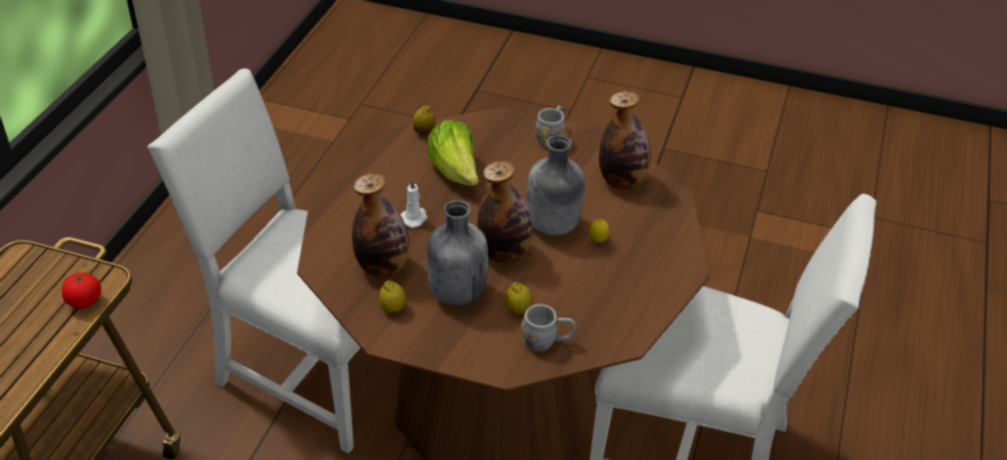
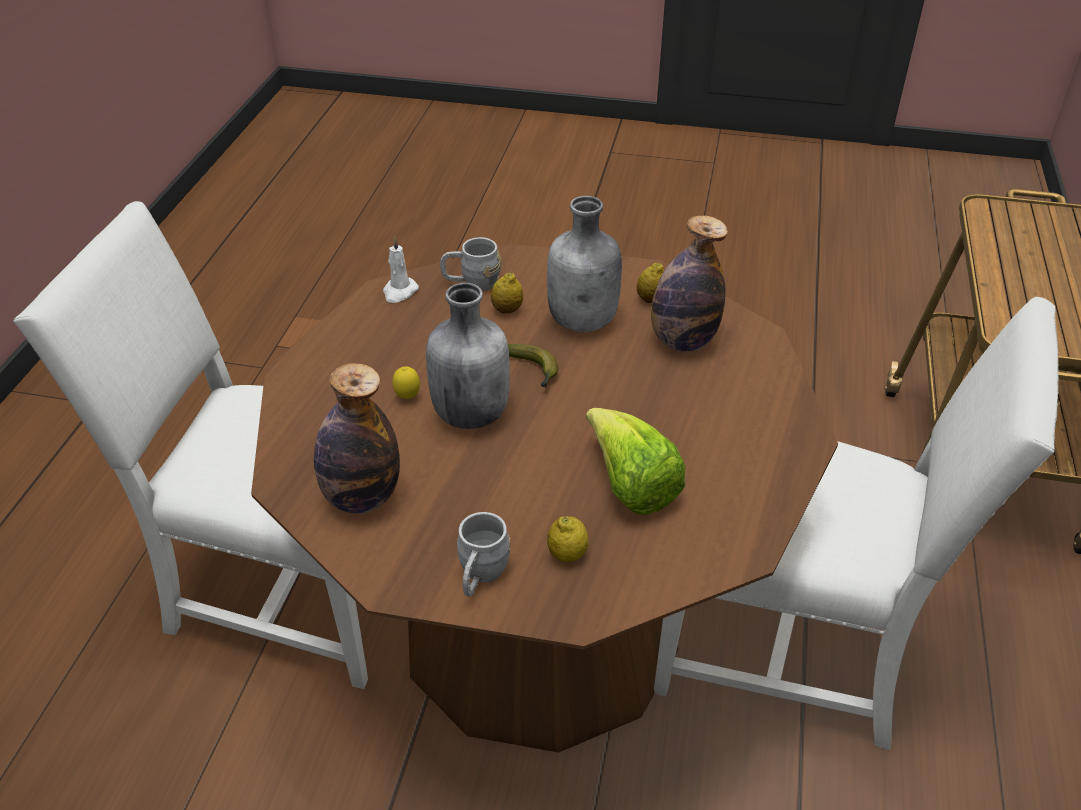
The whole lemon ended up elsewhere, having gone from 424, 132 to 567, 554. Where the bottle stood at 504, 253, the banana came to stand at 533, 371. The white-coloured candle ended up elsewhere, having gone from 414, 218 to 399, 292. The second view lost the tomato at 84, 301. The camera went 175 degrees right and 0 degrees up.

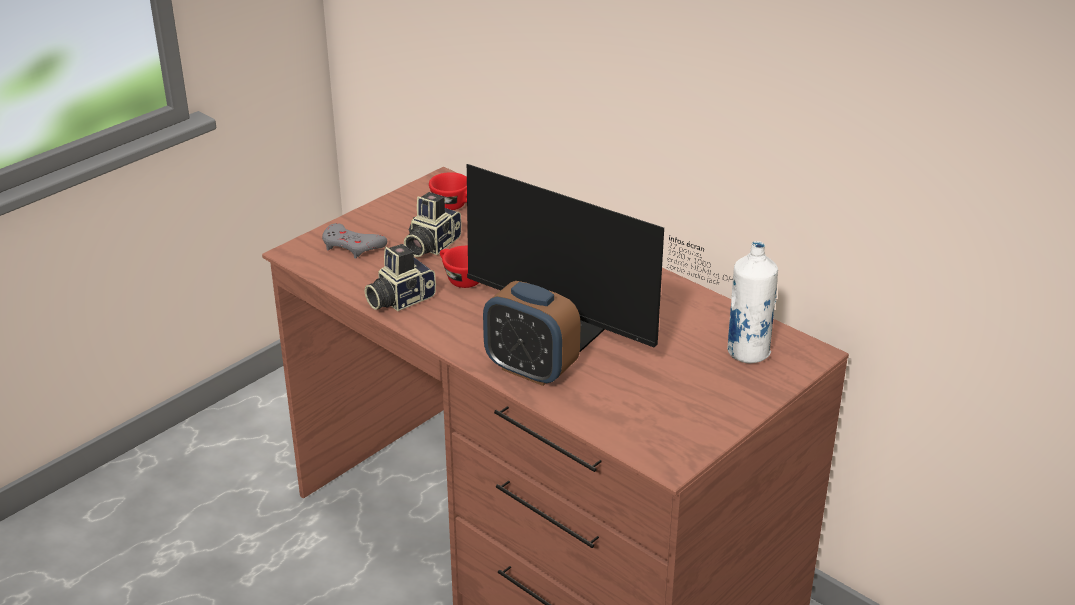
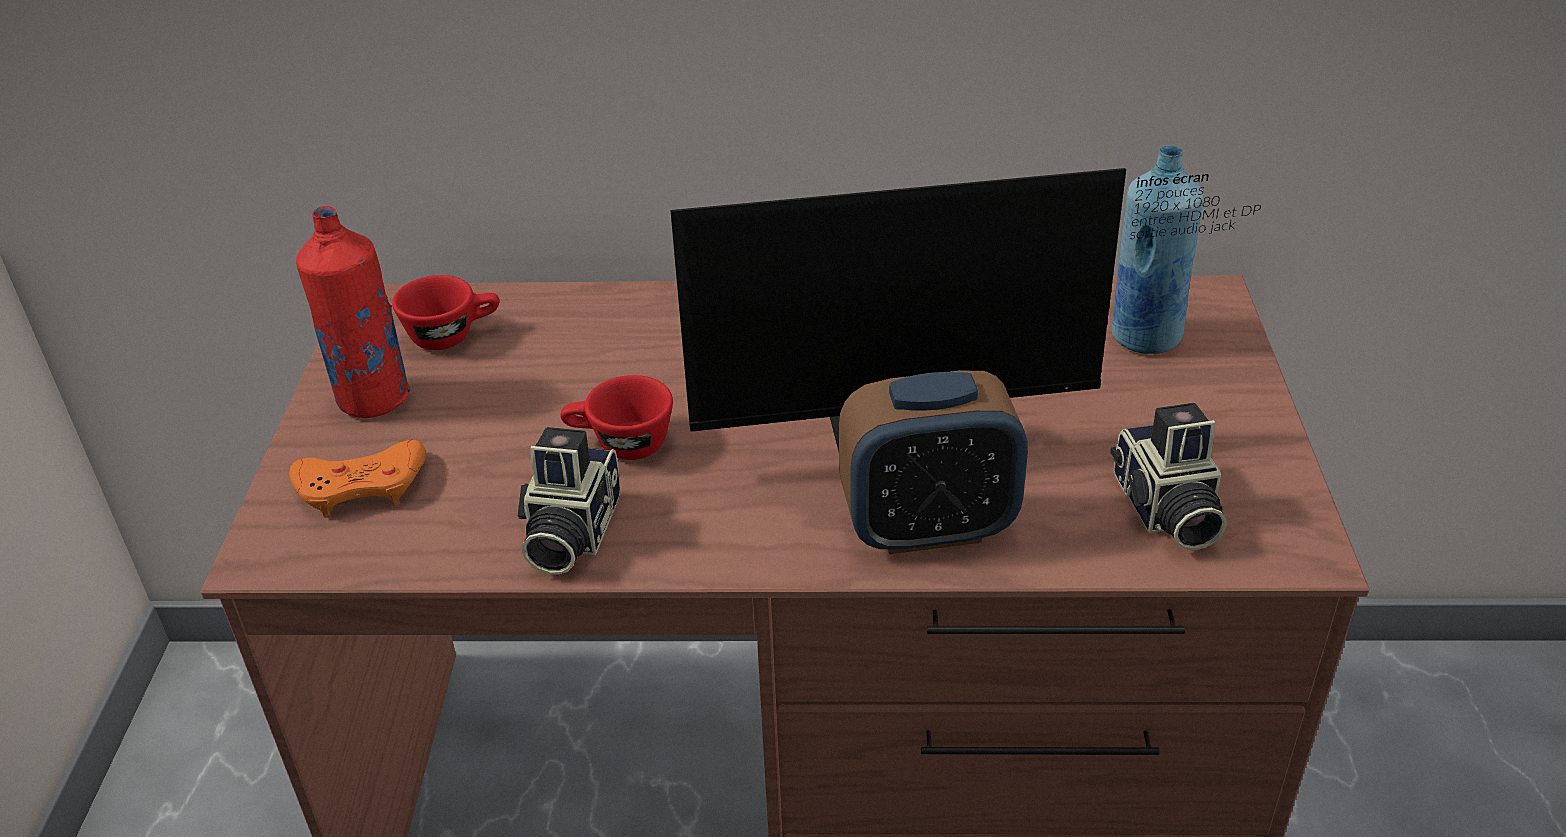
The photo camera ended up elsewhere, having gone from 430, 245 to 1164, 511. What was the grey game controller at 352, 246 turned into the orangey game controller at 362, 486. What was the white-coloured bottle at 747, 352 turned into the bluish bottle at 1144, 337. The second view gained the red-coloured bottle at 373, 398. The camera went 40 degrees left and 5 degrees up.

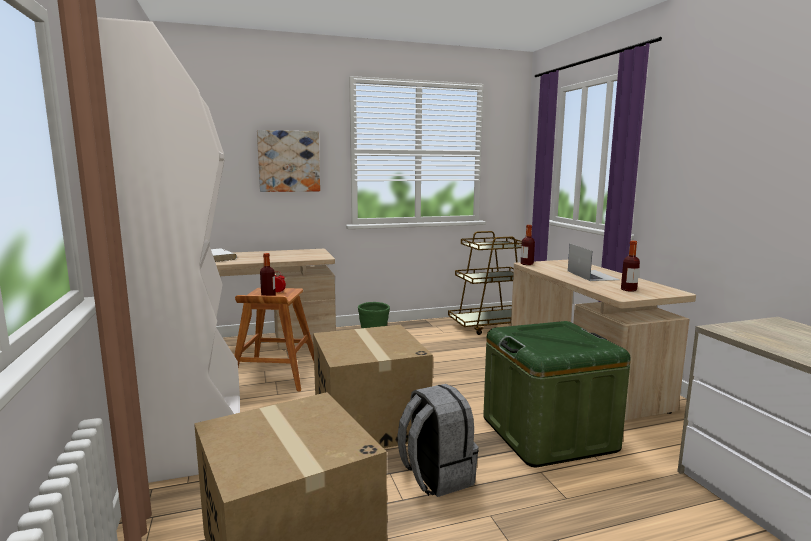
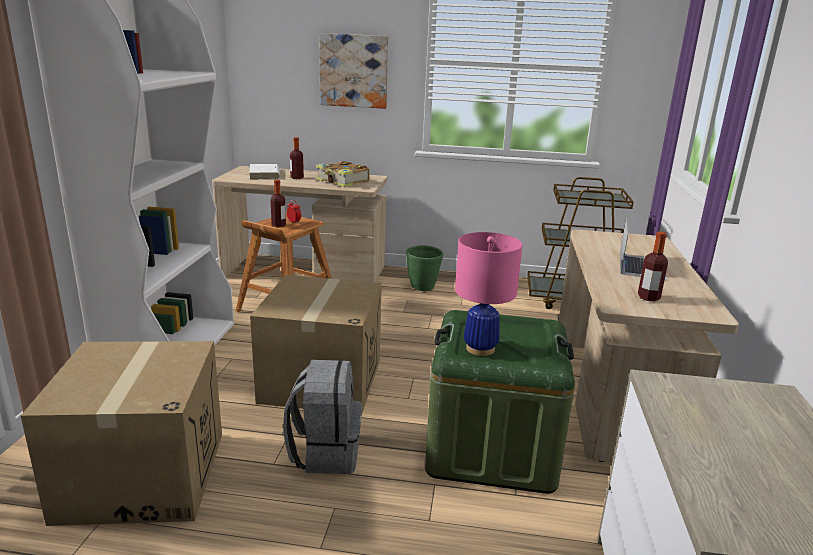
The bottle ended up elsewhere, having gone from 527, 264 to 297, 178. The second view gained the volume at 342, 181. The second view gained the pink-coloured tabletop lamp at 480, 349. The camera went 25 degrees right and 10 degrees up.

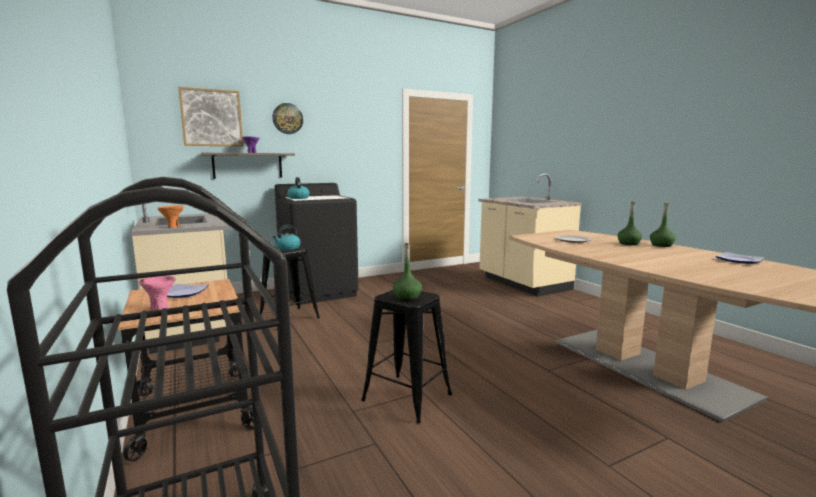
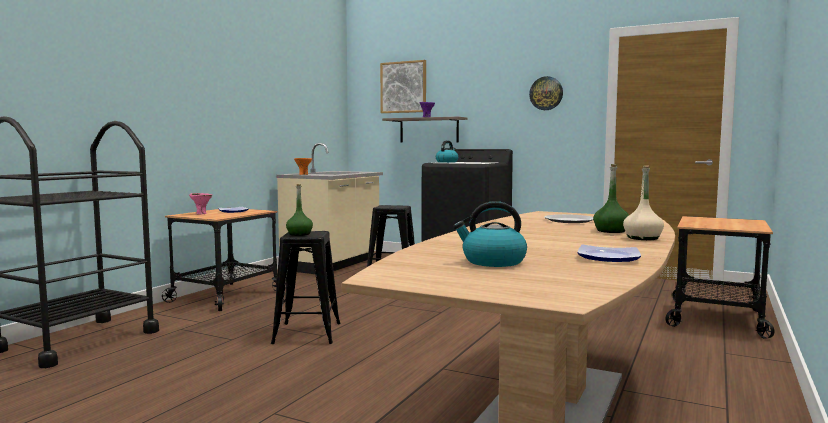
The clock on the wall ended up elsewhere, having gone from 287, 118 to 546, 93. Where the sand-coloured kitchen base unit stood at 523, 283, the wheeled cart came to stand at 718, 318. What was the greenish bottle at 661, 245 turned into the sand-coloured bottle at 642, 238. The kettle ended up elsewhere, having gone from 287, 248 to 492, 262. The camera went 55 degrees right and 5 degrees down.

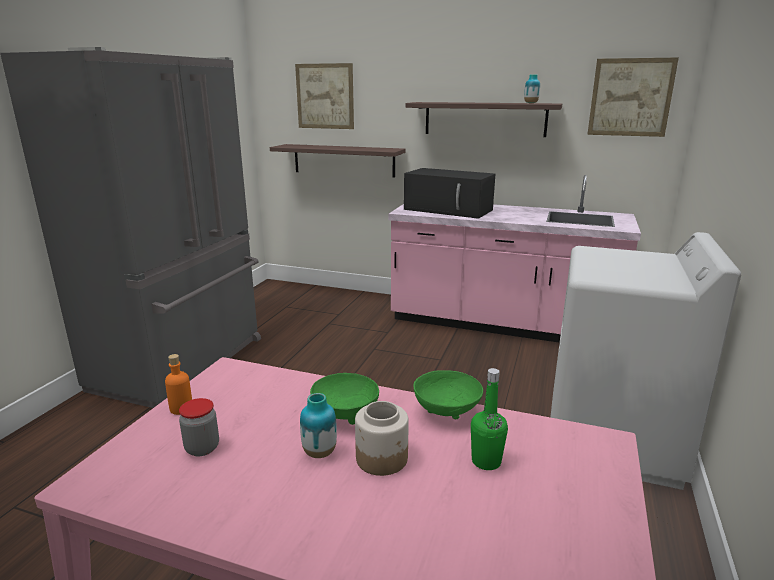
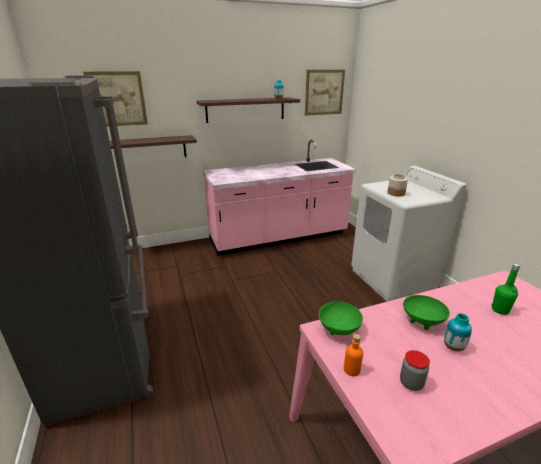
The second view lost the black-coloured kitchen microwave at 449, 210. The greenish serving bowl ended up elsewhere, having gone from 445, 412 to 338, 330. The jar ended up elsewhere, having gone from 382, 458 to 396, 193. The camera went 40 degrees left and 5 degrees up.

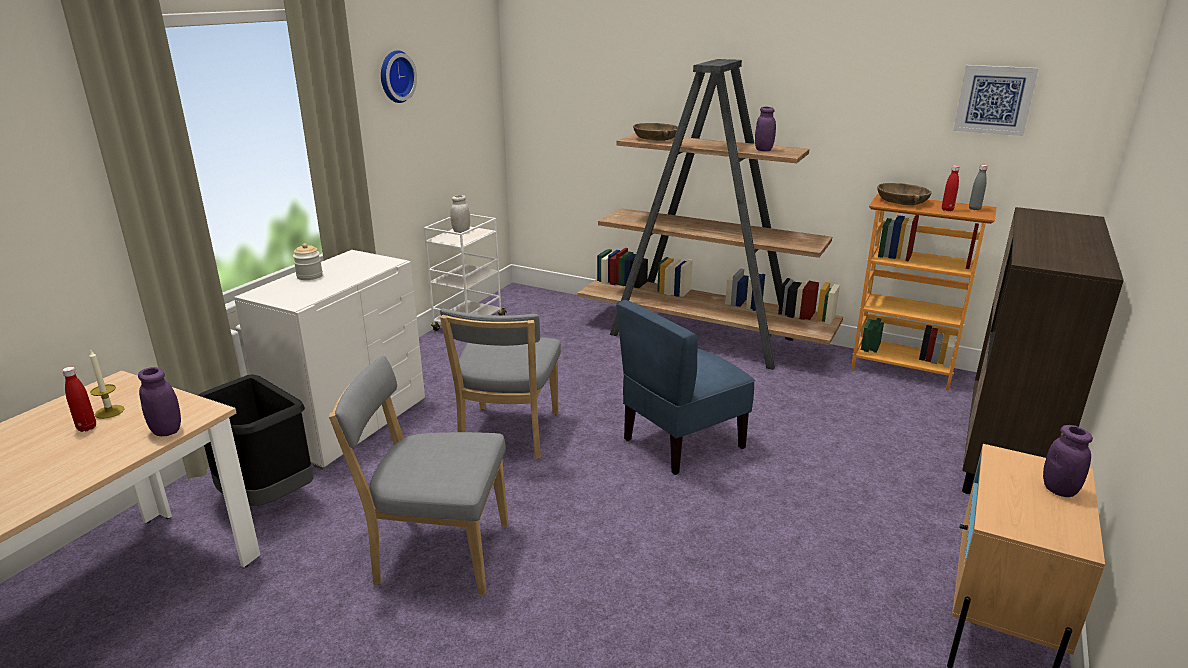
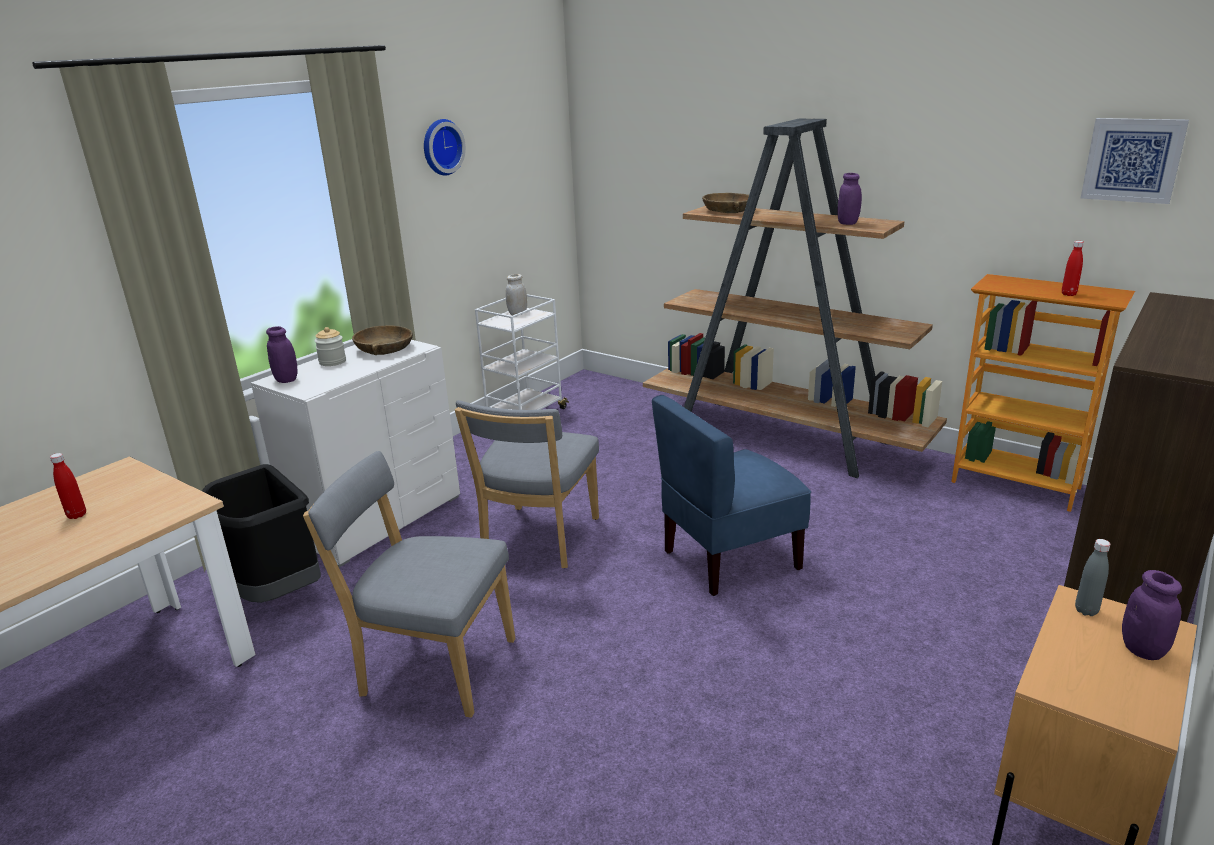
The grey bottle ended up elsewhere, having gone from 974, 209 to 1086, 610. The brown-coloured serving bowl ended up elsewhere, having gone from 902, 201 to 384, 349. The second view lost the candle at 109, 411. The purplish jar ended up elsewhere, having gone from 166, 430 to 286, 379. The camera went 10 degrees right and 0 degrees up.

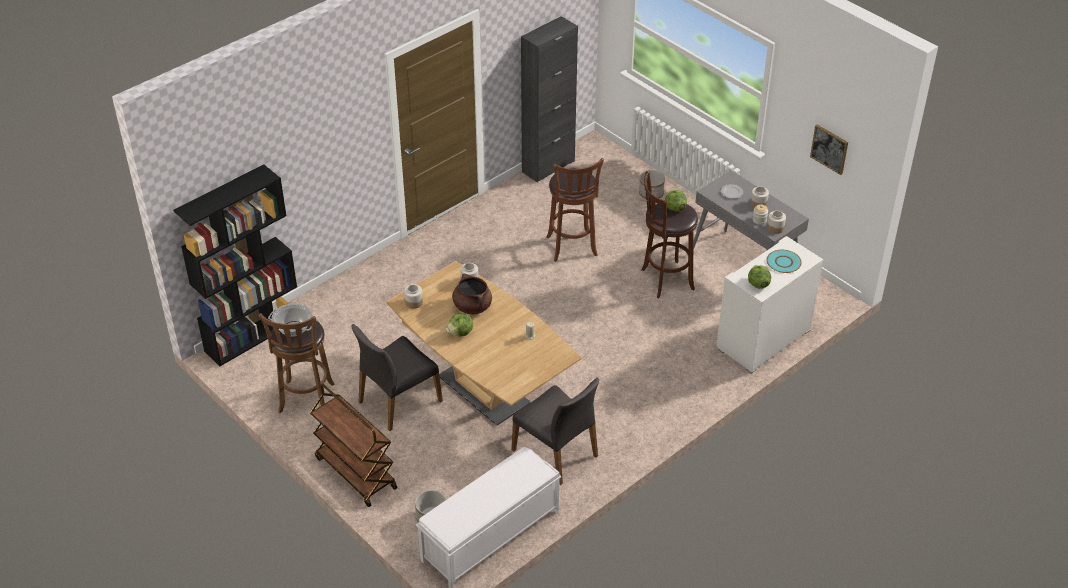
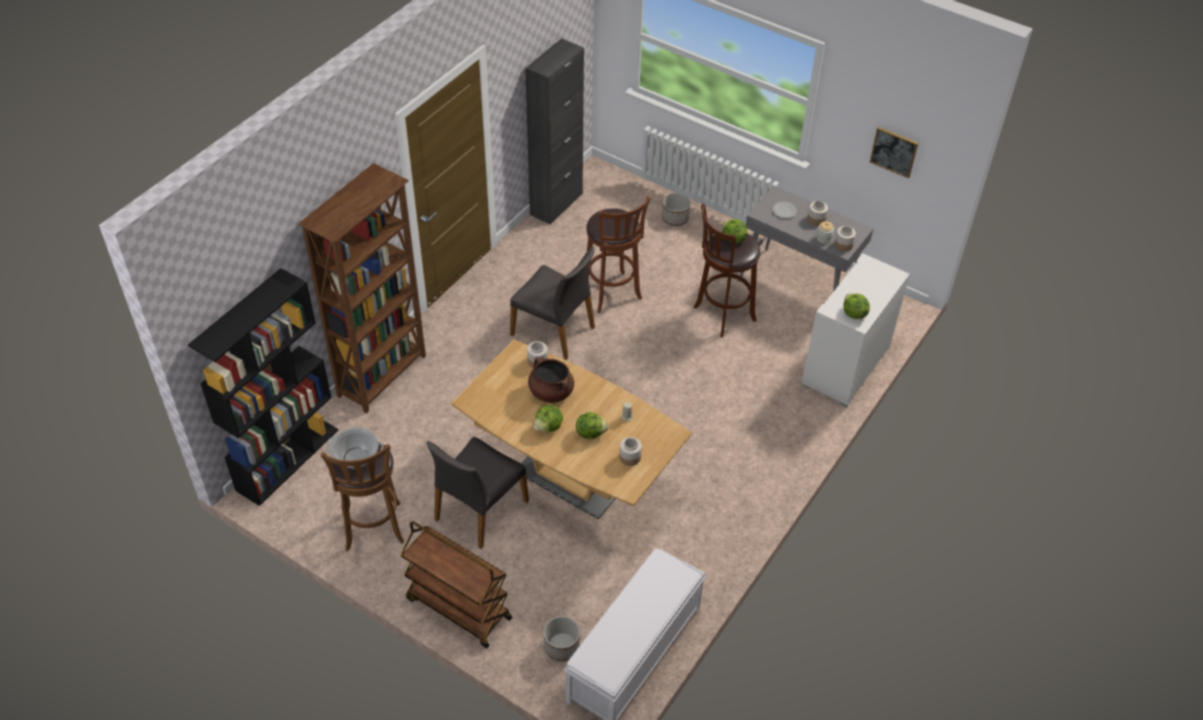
The second view lost the turquoise dinner plate at 783, 262. The jar ended up elsewhere, having gone from 413, 302 to 629, 457. The grey chair ended up elsewhere, having gone from 556, 452 to 554, 330. The second view gained the brown-coloured shelving unit at 383, 376. The second view gained the lettuce head at 590, 432. The camera went 15 degrees left and 5 degrees up.

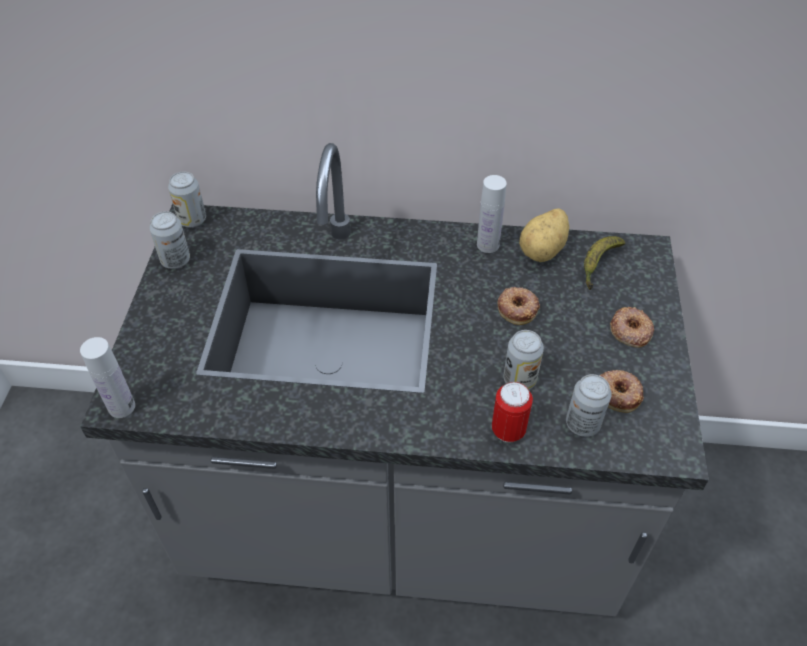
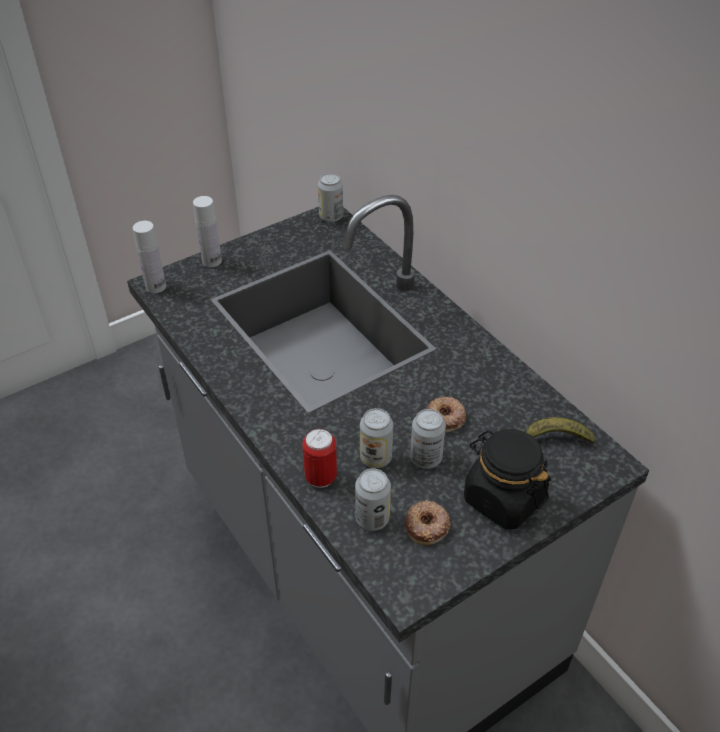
The white-coloured bottle ended up elsewhere, having gone from 488, 245 to 212, 261. The second view lost the potato at 544, 250. The can ended up elsewhere, having gone from 175, 260 to 426, 458. Where the ring doughnut stood at 630, 330, the black-coloured jar came to stand at 503, 499. The camera went 50 degrees right and 5 degrees down.

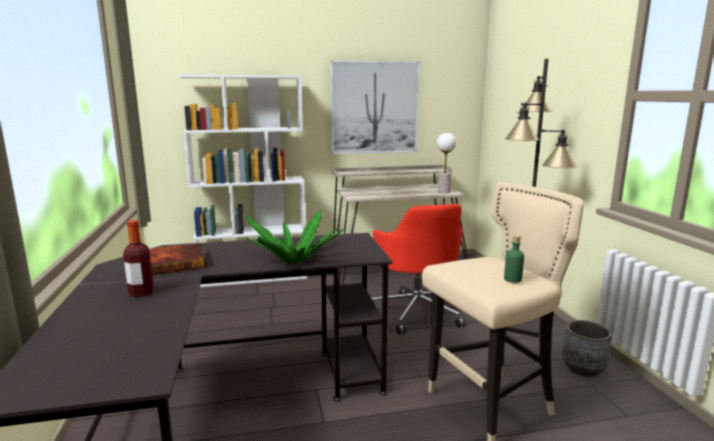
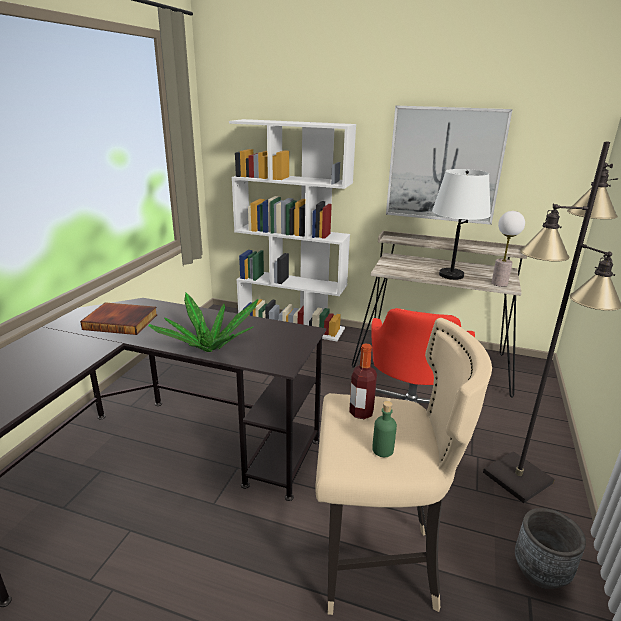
The bottle ended up elsewhere, having gone from 141, 292 to 361, 412. The second view gained the white-coloured tabletop lamp at 451, 275. The camera went 30 degrees right and 10 degrees up.

